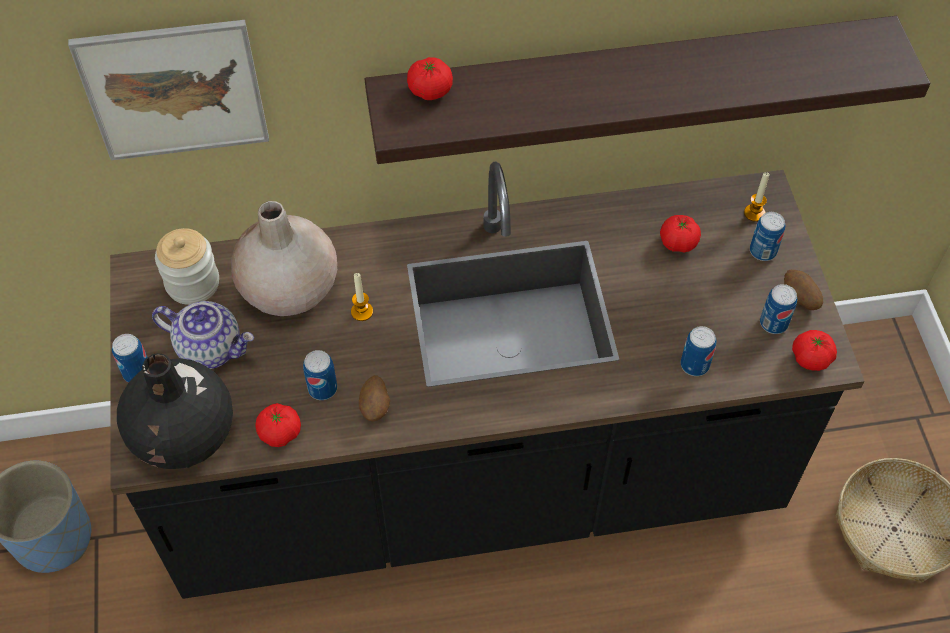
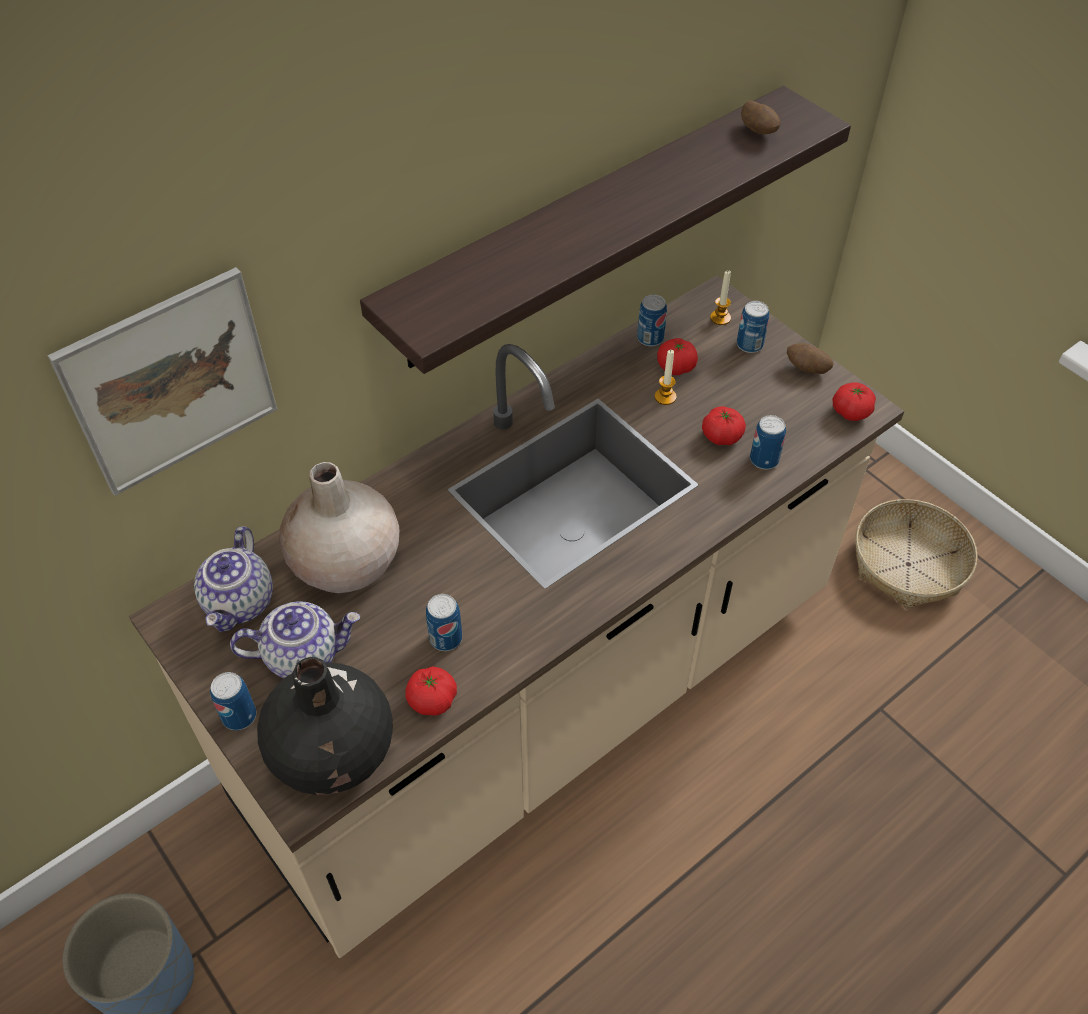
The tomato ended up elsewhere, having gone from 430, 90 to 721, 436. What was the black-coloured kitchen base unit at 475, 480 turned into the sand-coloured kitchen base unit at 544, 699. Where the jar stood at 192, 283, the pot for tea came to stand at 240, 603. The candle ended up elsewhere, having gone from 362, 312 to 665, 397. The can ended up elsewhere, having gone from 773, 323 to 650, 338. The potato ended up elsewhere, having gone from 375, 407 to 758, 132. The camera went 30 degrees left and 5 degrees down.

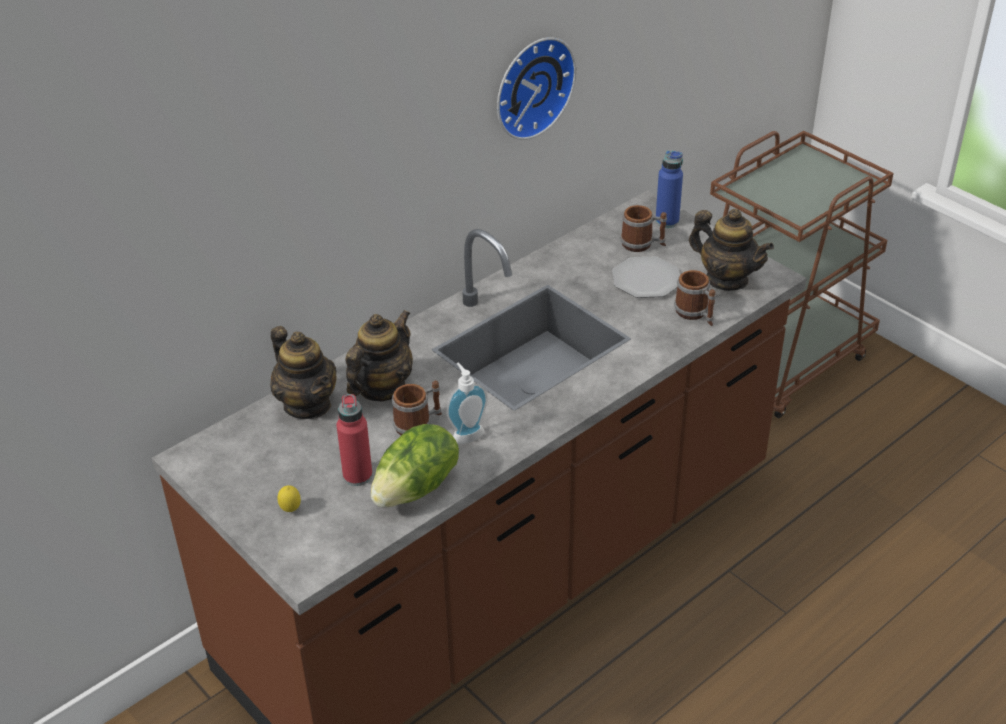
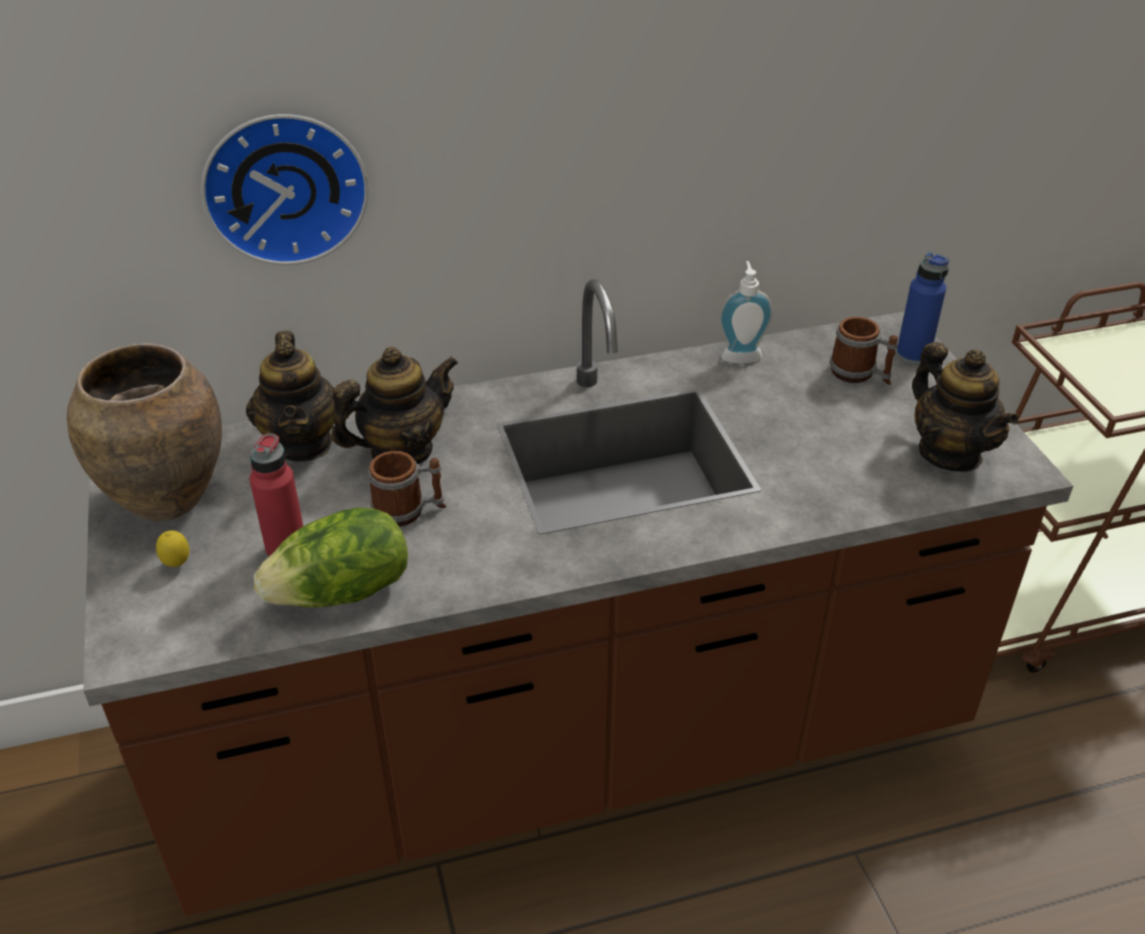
The clock on the wall ended up elsewhere, having gone from 530, 86 to 284, 186. The second view lost the dinner plate at 645, 280. The second view lost the coffee mug at 695, 314. The liquid soap bottle ended up elsewhere, having gone from 466, 434 to 740, 355. The second view gained the brown-coloured decorative vase at 165, 499. The camera went 25 degrees right and 0 degrees up.

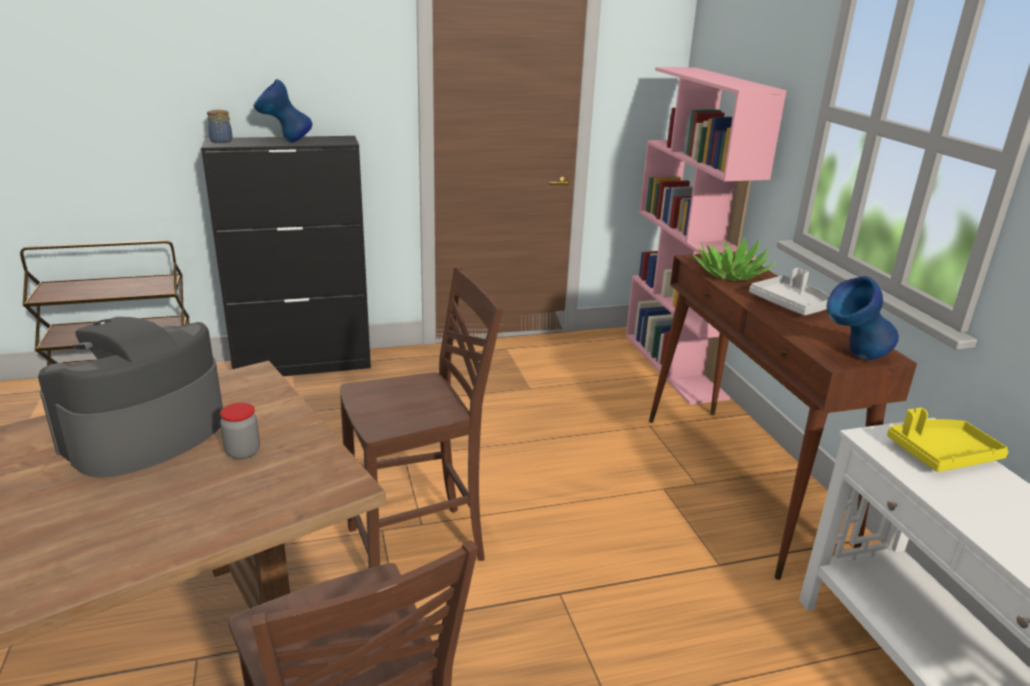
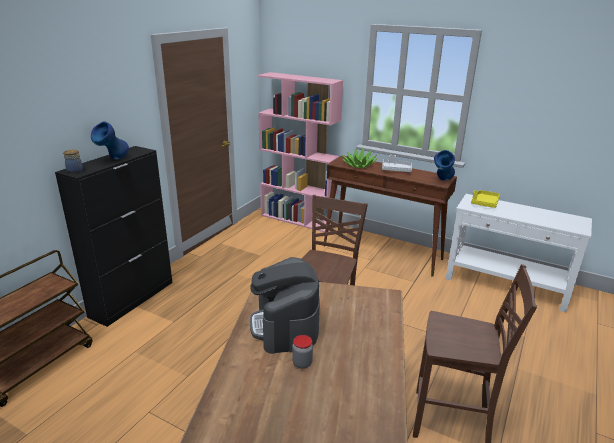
The jar ended up elsewhere, having gone from 243, 452 to 302, 363. The camera went 45 degrees left and 0 degrees up.

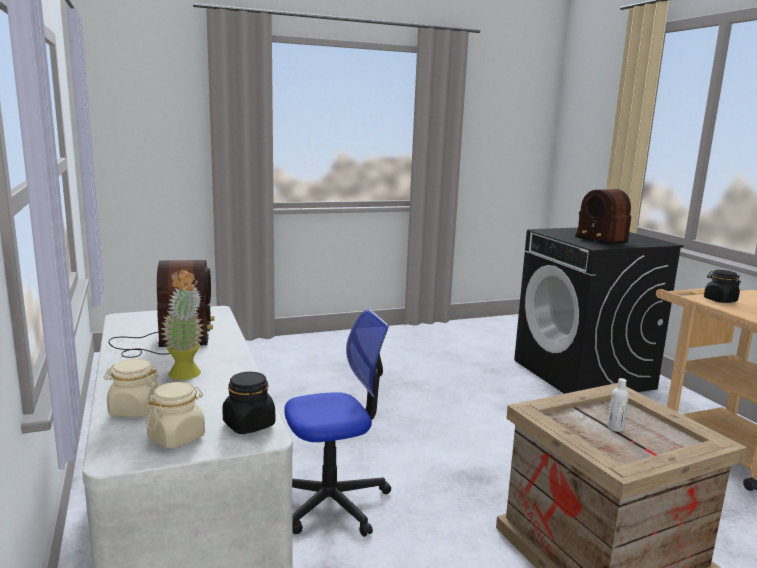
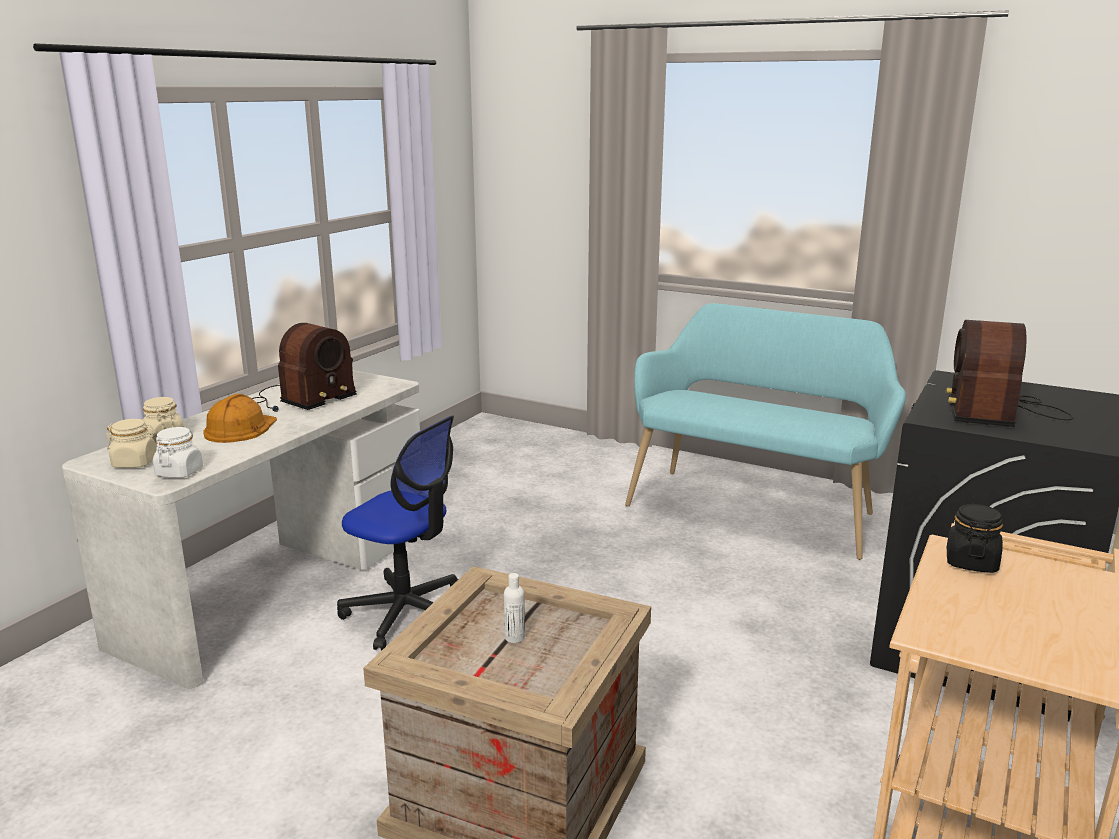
Where the plant in a pot stood at 186, 377, the orangey safety helmet came to stand at 240, 428. What was the black-coloured jar at 248, 424 turned into the white-coloured jar at 179, 472. The second view gained the turquoise indoor bench at 755, 507. The camera went 50 degrees right and 5 degrees up.

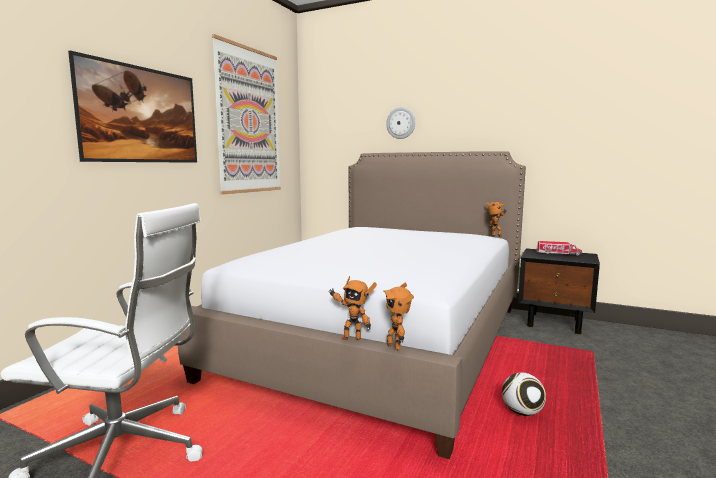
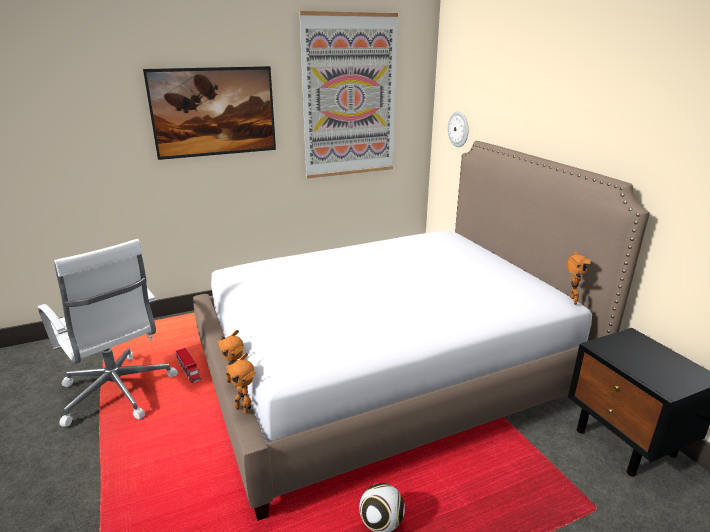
The clock on the wall ended up elsewhere, having gone from 401, 123 to 459, 129. The toy truck ended up elsewhere, having gone from 558, 253 to 189, 370. The model robot at 395, 346 ended up facing another way, 60 degrees counterclockwise from before. The camera went 40 degrees right and 15 degrees up.

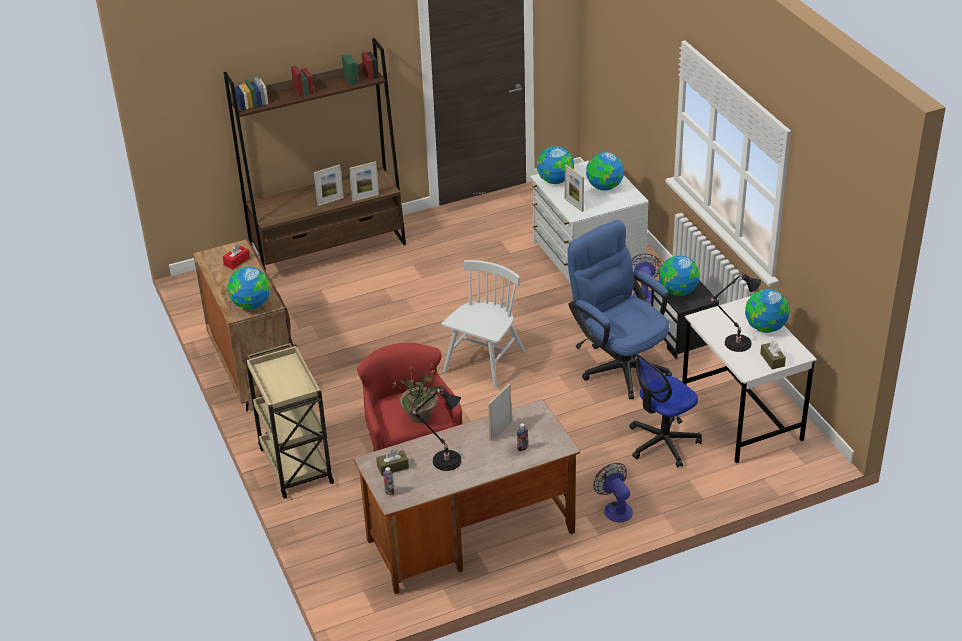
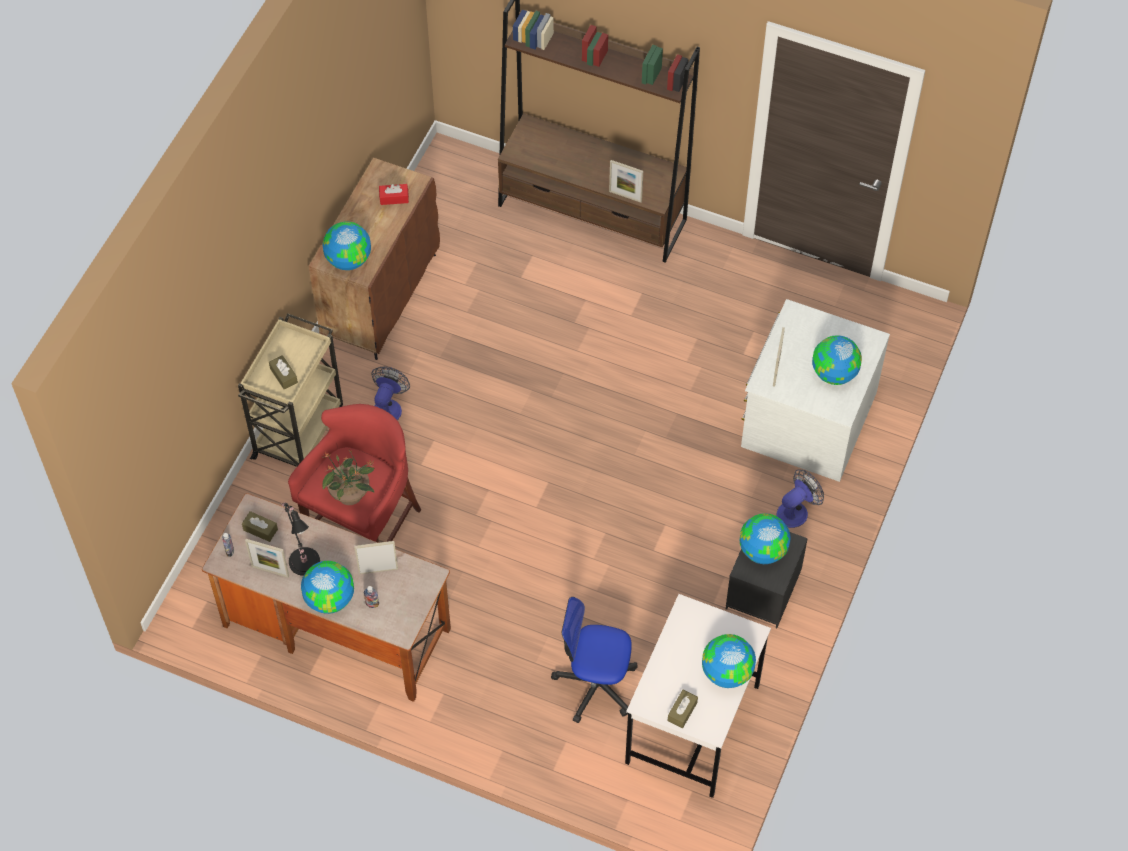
The world globe ended up elsewhere, having gone from 554, 180 to 329, 598. The picture frame ended up elsewhere, having gone from 330, 201 to 270, 571. The second view lost the bluish desk chair at 618, 364. The second view lost the white-coloured chair at 484, 362. The second view lost the black-coloured tabletop lamp at 735, 343. The cooling fan ended up elsewhere, having gone from 615, 508 to 388, 407. The second view gained the brown-coloured tissue box at 283, 375. The camera went 45 degrees right and 20 degrees up.

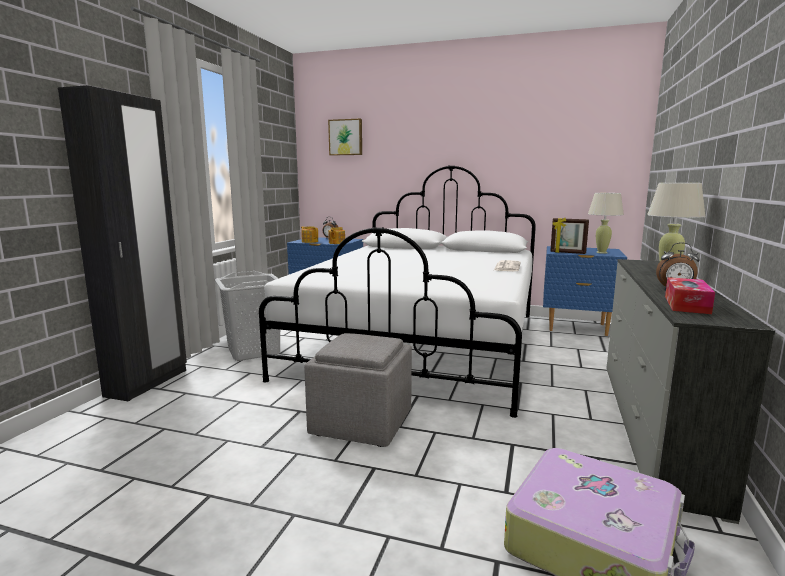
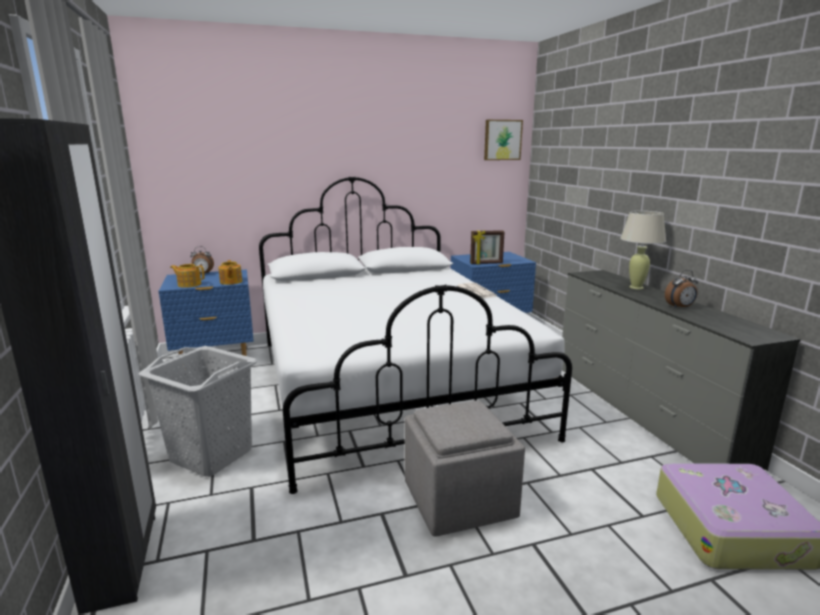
The picture ended up elsewhere, having gone from 346, 137 to 502, 140. The second view lost the sand-coloured tabletop lamp at 601, 252. The second view lost the tissue box at 686, 304. The camera went 35 degrees left and 5 degrees up.

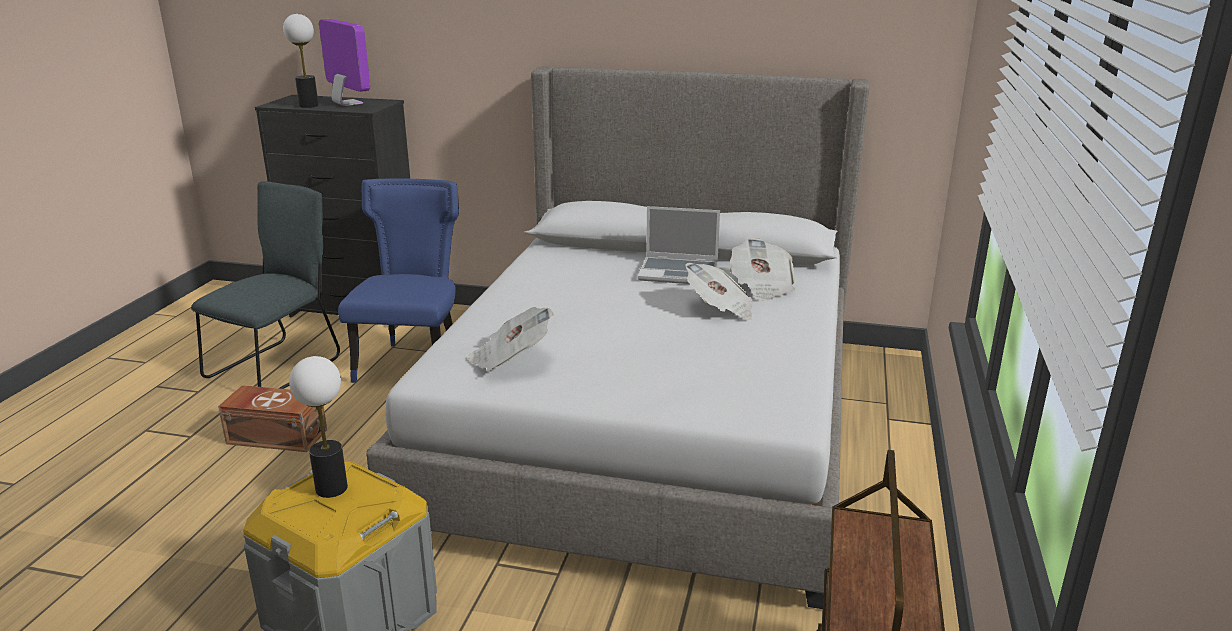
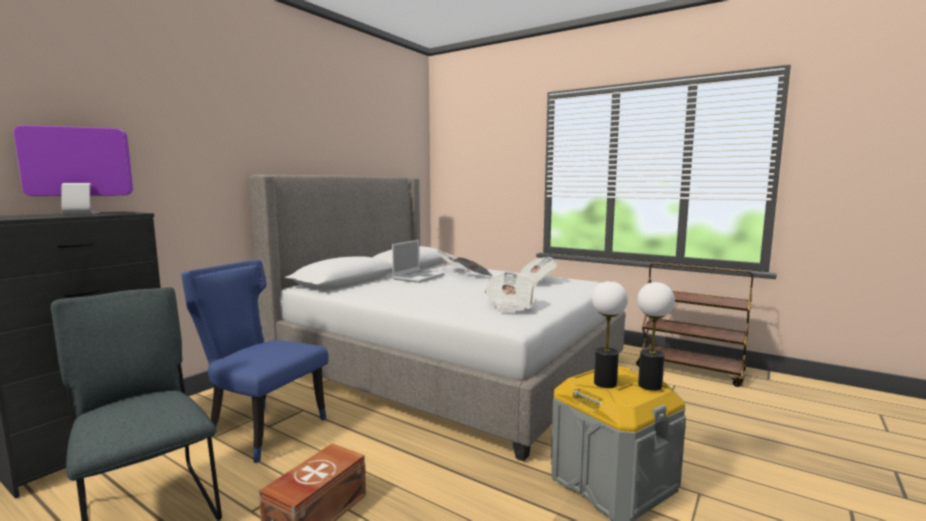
The tabletop lamp ended up elsewhere, having gone from 308, 105 to 649, 385. The second view gained the daily paper at 534, 282. The camera went 70 degrees left and 15 degrees down.

